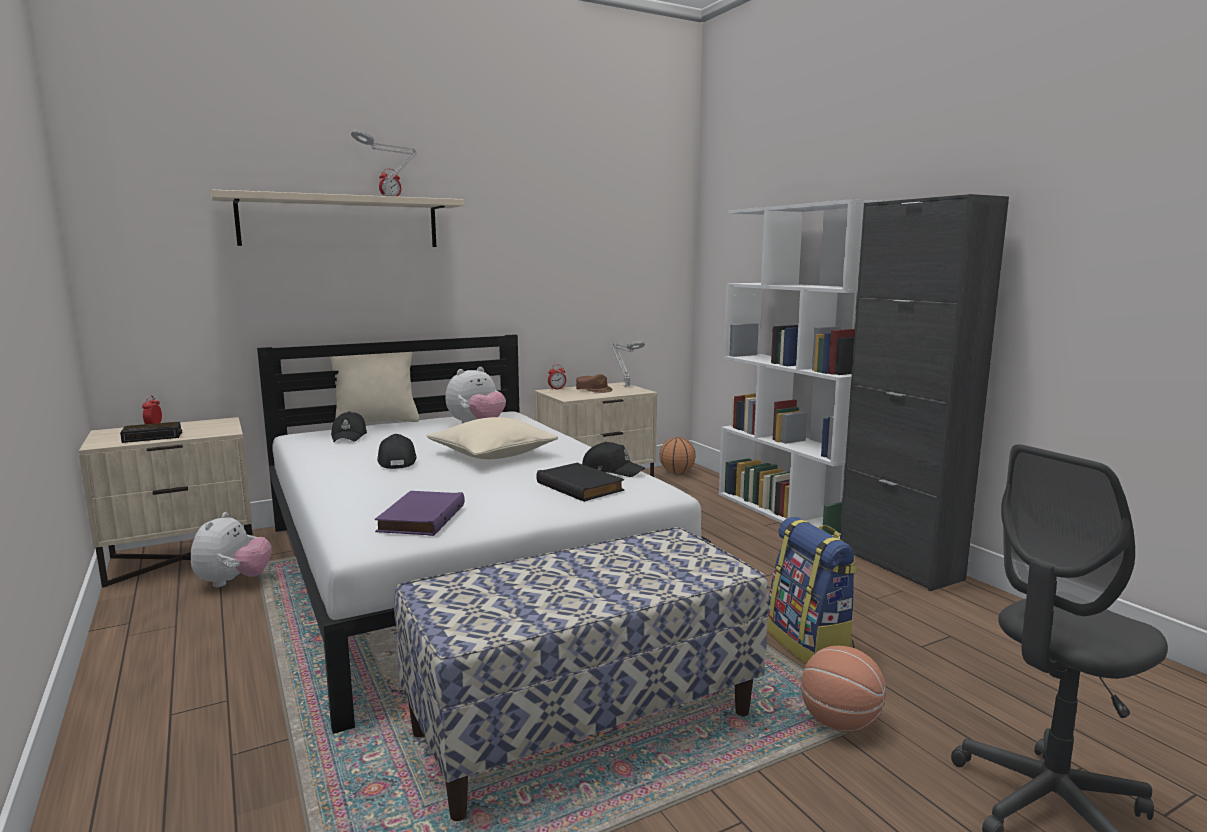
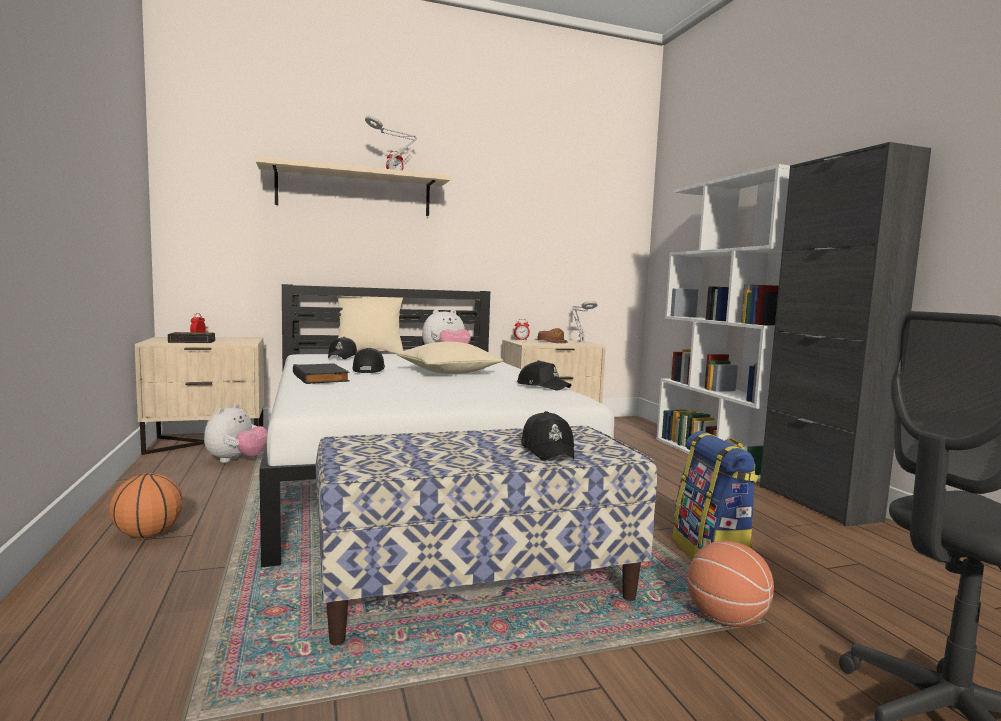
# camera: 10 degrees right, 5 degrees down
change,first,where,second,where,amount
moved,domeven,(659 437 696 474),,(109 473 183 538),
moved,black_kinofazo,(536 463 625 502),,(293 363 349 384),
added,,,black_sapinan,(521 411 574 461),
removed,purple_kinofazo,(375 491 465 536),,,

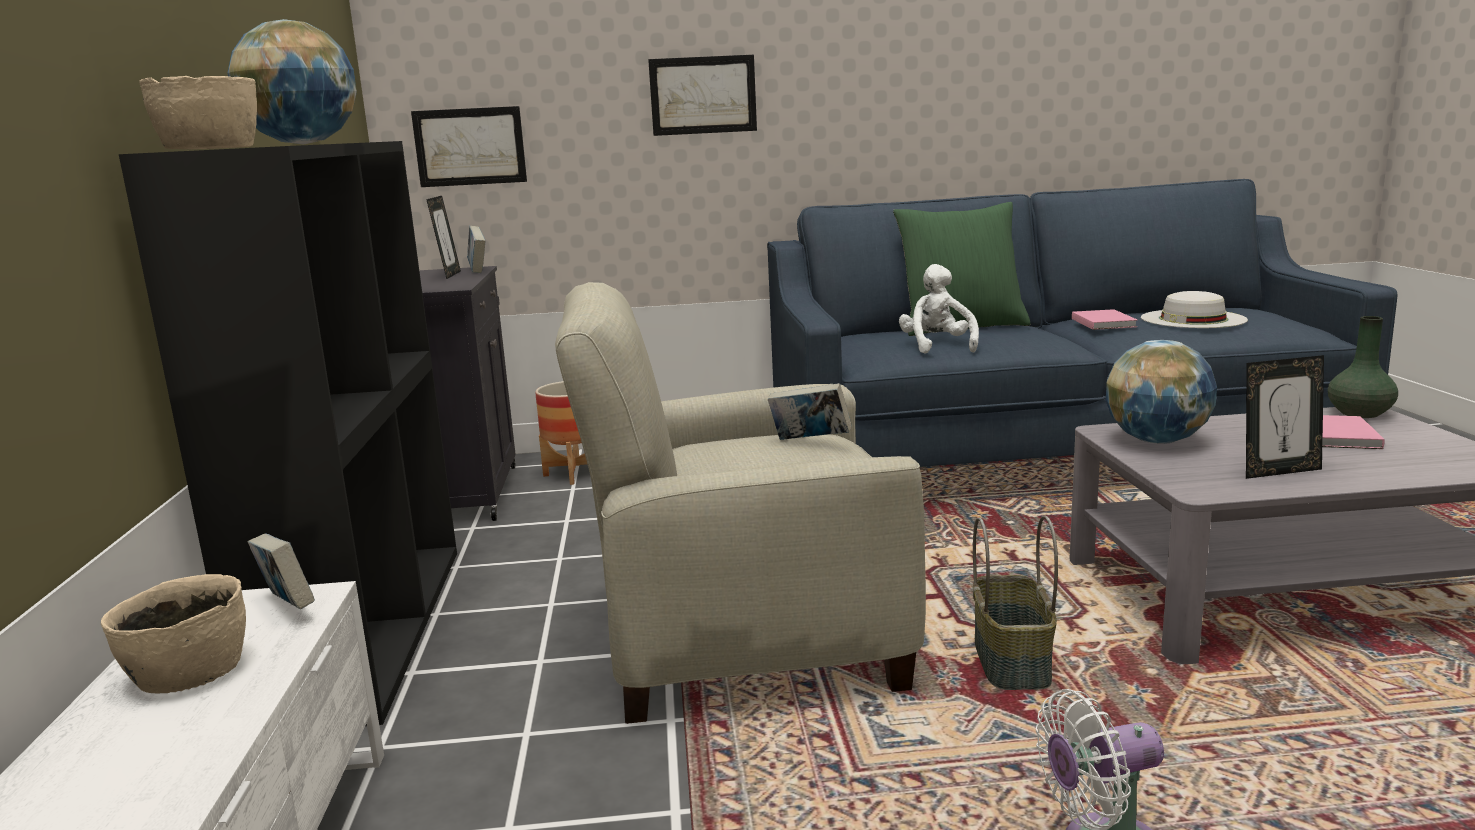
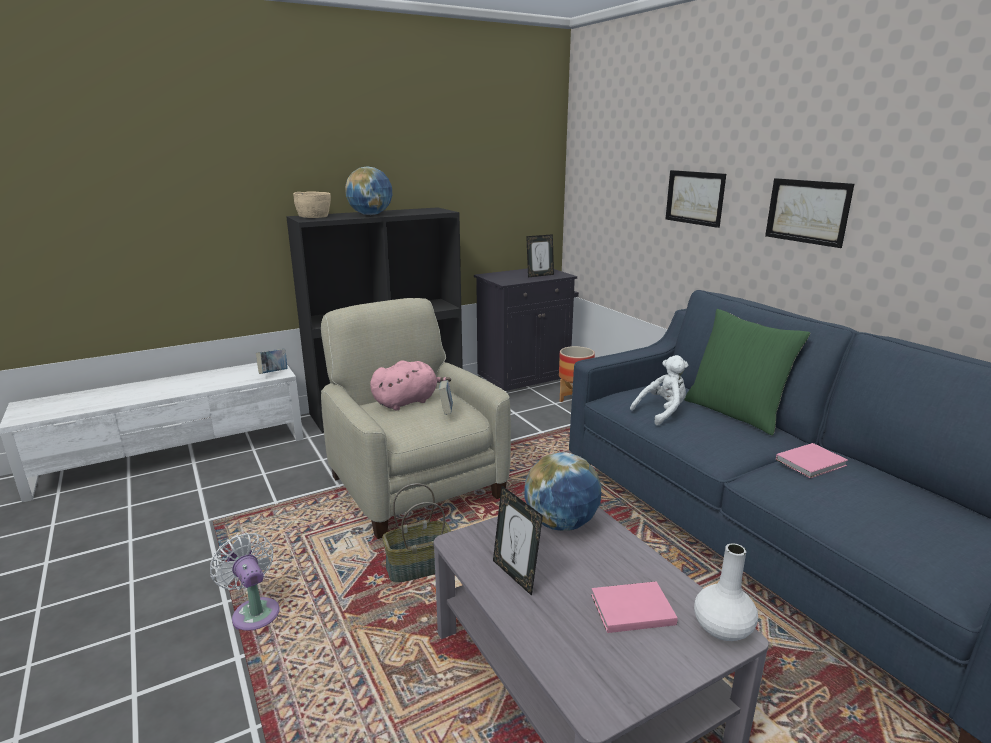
# camera: 65 degrees right, 5 degrees up
change,first,where,second,where,amount
added,,,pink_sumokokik,(370 360 451 411),
recoloured,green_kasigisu,(1328 316 1398 418),white_kasigisu,(694 543 758 641),
moved,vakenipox,(411 106 527 187),,(765 178 854 248),
removed,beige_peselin,(101 574 246 693),,,
removed,kinofazo,(467 226 486 273),,,
removed,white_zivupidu,(1141 291 1248 328),,,

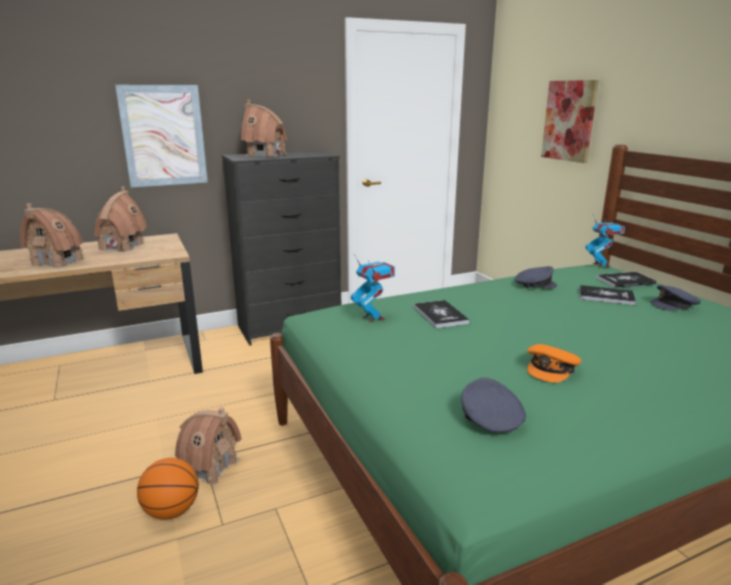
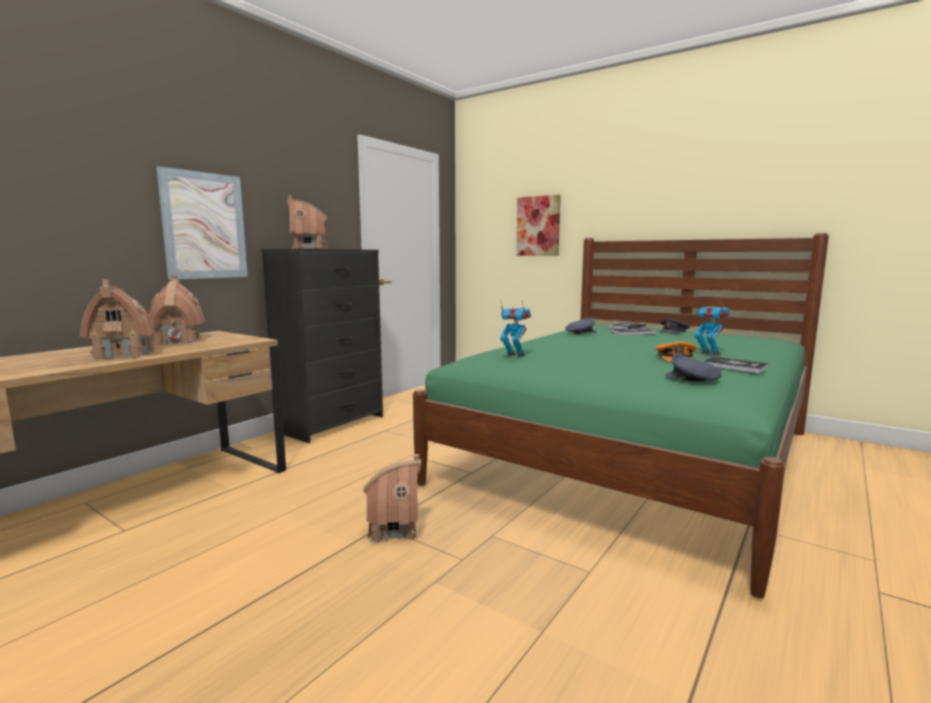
# camera: 30 degrees left, 10 degrees down
change,first,where,second,where,amount
moved,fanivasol,(585 215 625 267),,(694 298 731 356),
moved,kinofazo,(414 300 470 328),,(704 357 769 373),
removed,domeven,(137 458 199 519),,,

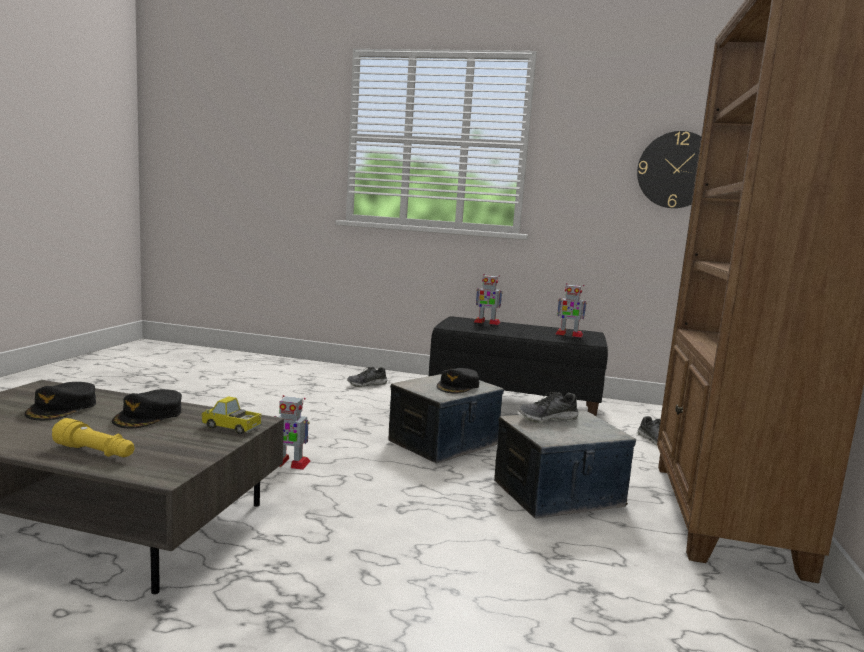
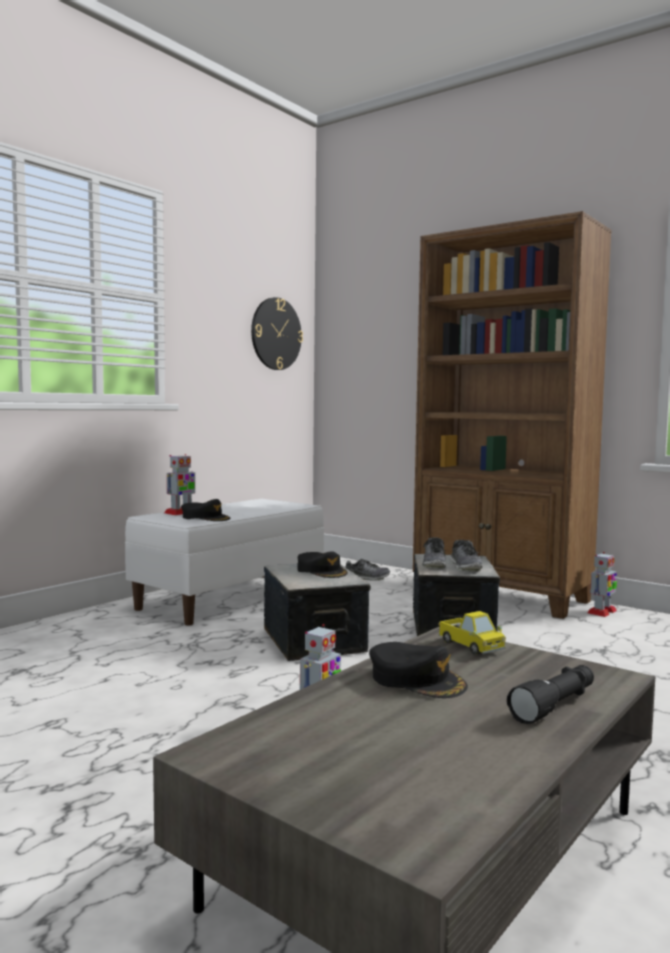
# camera: 65 degrees left, 5 degrees down
change,first,where,second,where,amount
recoloured,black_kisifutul,(429 316 608 416),white_kisifutul,(125 499 324 625),
moved,black_sapinan,(24 382 96 420),,(181 499 230 521),
turned,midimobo,(201 396 262 434),,(438 611 506 655),75 degrees counterclockwise
moved,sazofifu,(347 367 387 387),,(450 540 483 572),
recoloured,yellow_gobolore,(52 418 135 457),black_gobolore,(507 665 594 724),
moved,fanivasol,(556 283 587 338),,(587 552 617 617),

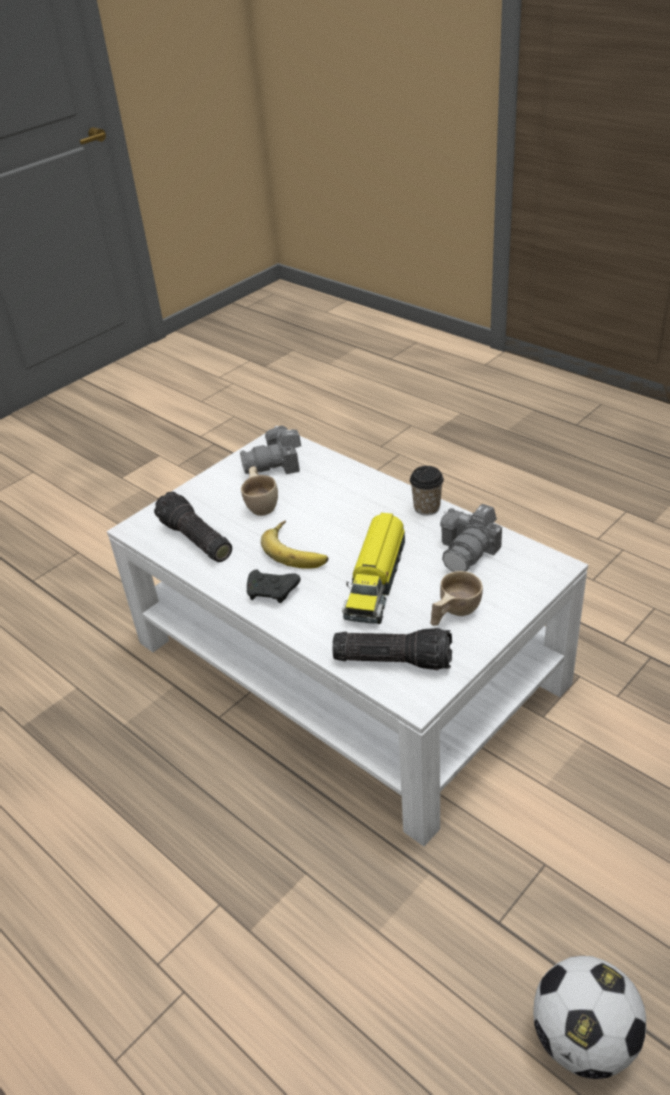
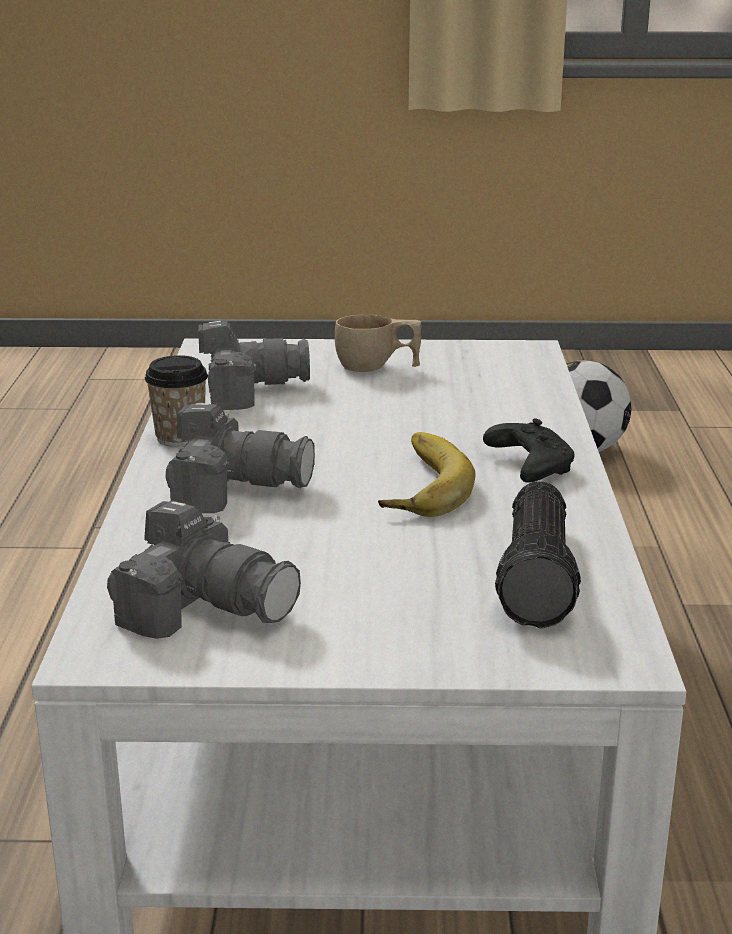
# camera: 135 degrees left, 15 degrees down
change,first,where,second,where,amount
added,,,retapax,(165 403 315 513),
removed,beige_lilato,(241 466 278 516),,,
removed,gobolore,(332 628 452 670),,,
removed,midimobo,(342 512 405 624),,,

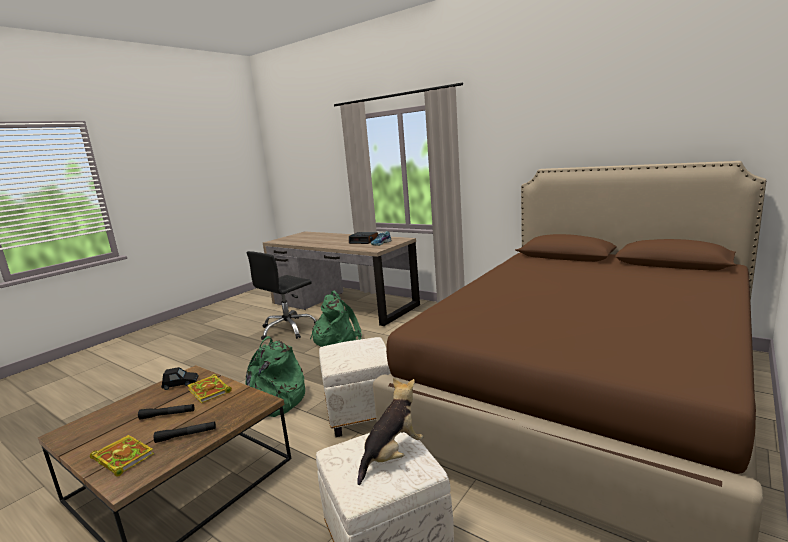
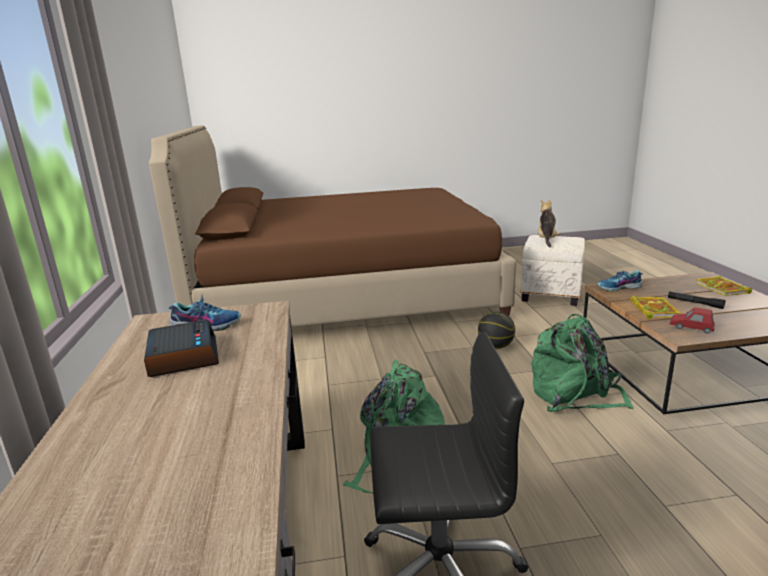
# camera: 135 degrees left, 5 degrees up
change,first,where,second,where,amount
replaced,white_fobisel,(319 337 391 437),domeven,(478 312 515 349),
turned,sumokokik,(357 378 423 485),,(538 200 561 247),105 degrees clockwise
added,,,sazofifu,(598 270 643 291),
recoloured,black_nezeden,(161 367 199 390),red_nezeden,(670 307 715 334),
removed,black_gobolore,(154 421 216 443),,,

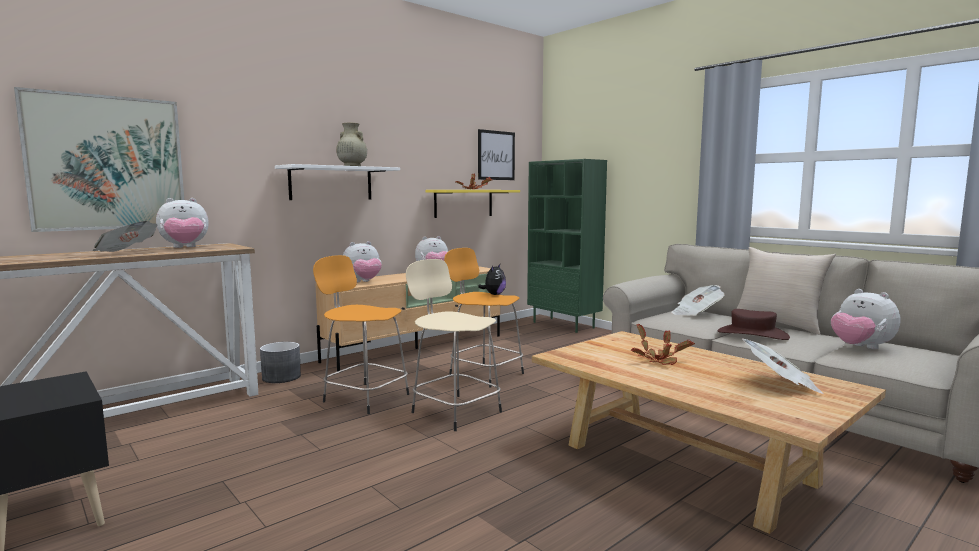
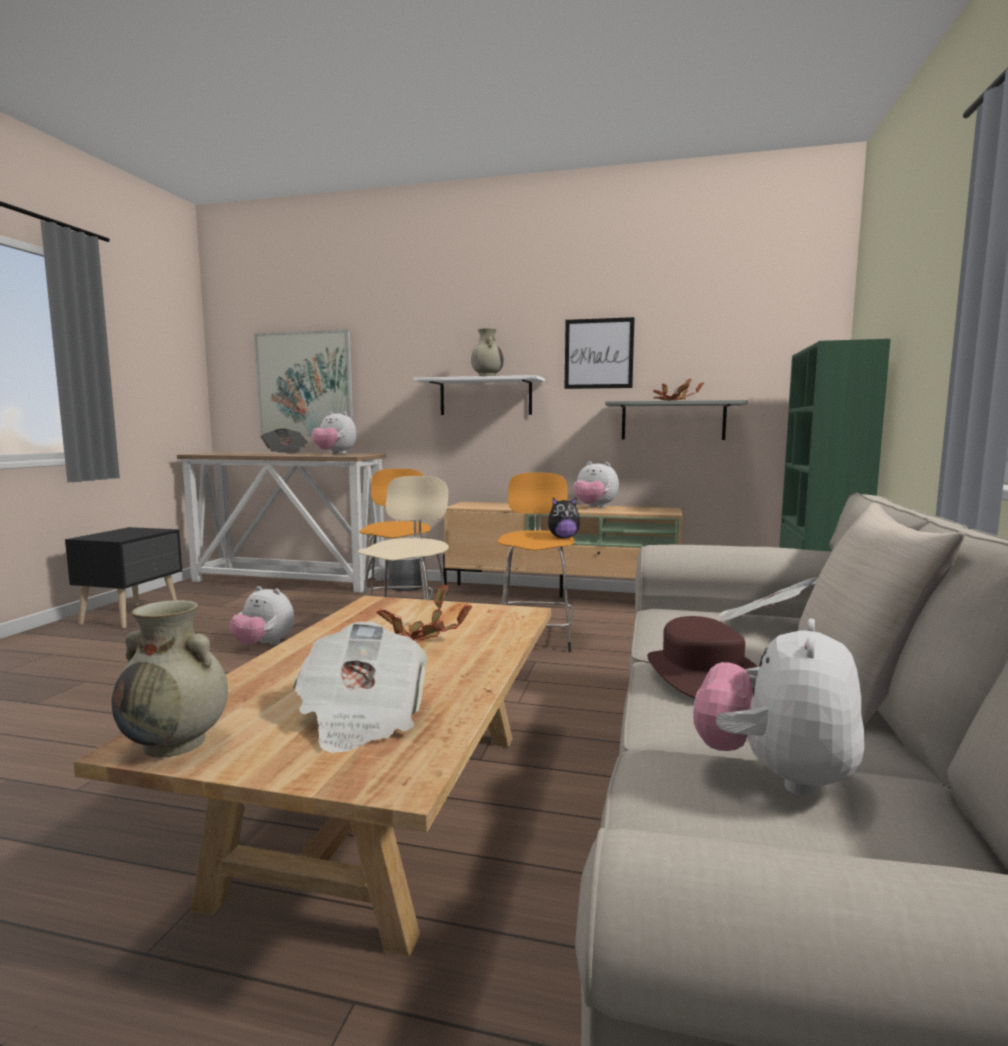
# camera: 55 degrees right, 0 degrees up
change,first,where,second,where,amount
added,,,beige_kasigisu,(112 600 228 757),
moved,sumokokik,(343 241 382 282),,(230 586 294 645),
moved,vakenipox,(478 129 515 180),,(564 317 635 389),
recoloured,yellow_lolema,(425 190 520 218),grey_lolema,(605 400 748 440),

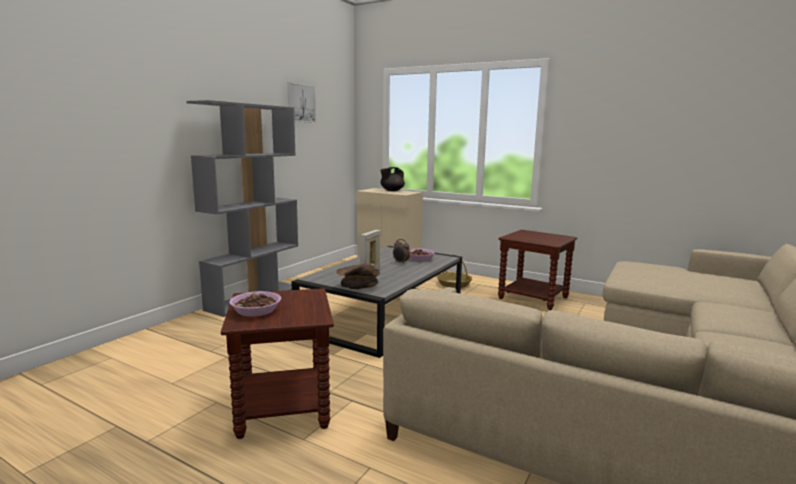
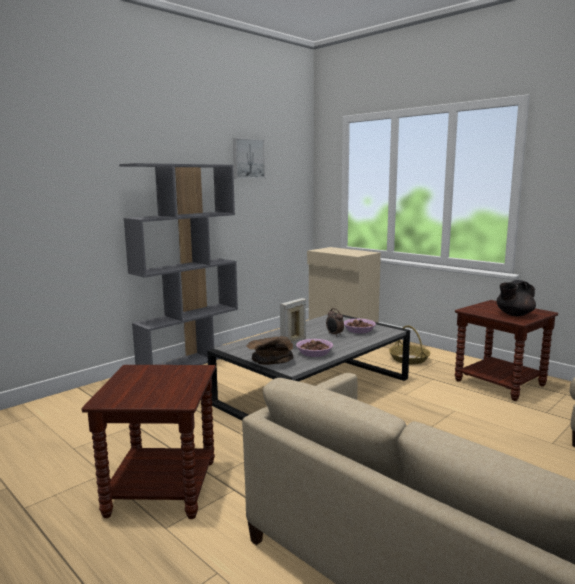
# camera: 15 degrees right, 0 degrees up
change,first,where,second,where,amount
moved,peselin,(229 291 281 317),,(296 339 333 357),
moved,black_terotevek,(380 167 405 191),,(496 280 536 316),

